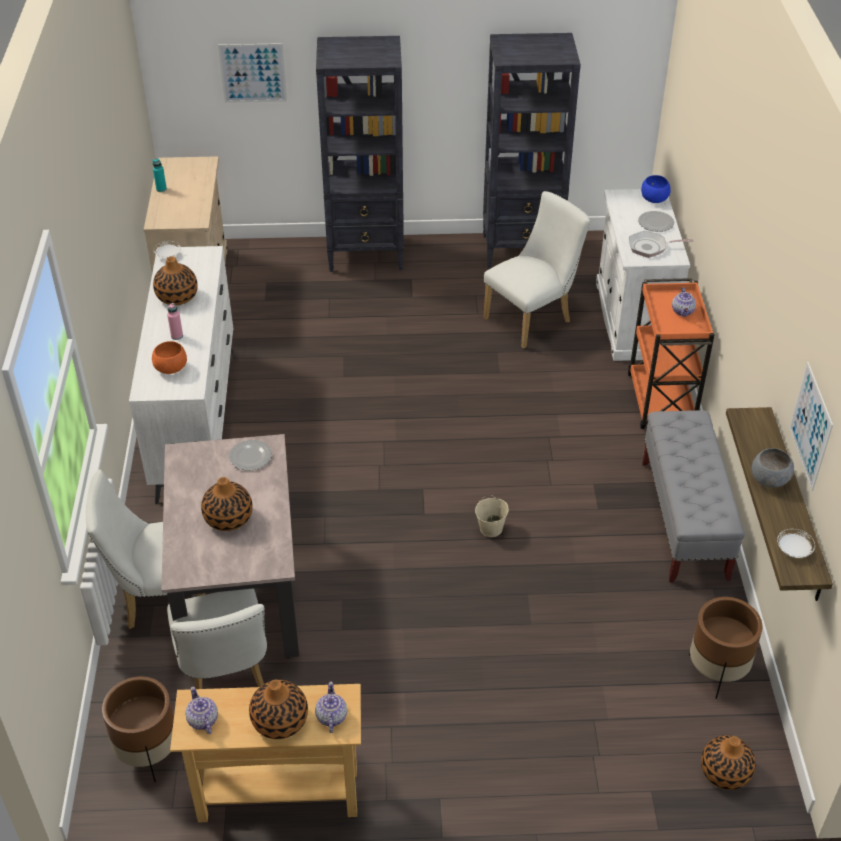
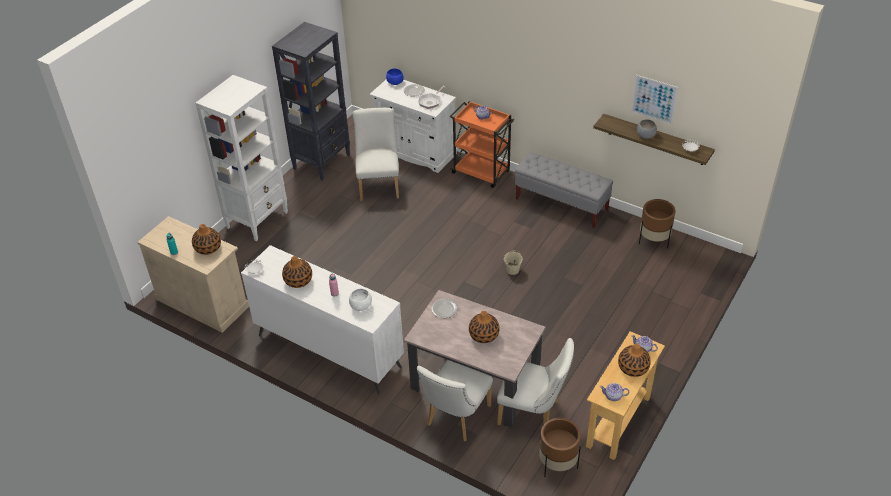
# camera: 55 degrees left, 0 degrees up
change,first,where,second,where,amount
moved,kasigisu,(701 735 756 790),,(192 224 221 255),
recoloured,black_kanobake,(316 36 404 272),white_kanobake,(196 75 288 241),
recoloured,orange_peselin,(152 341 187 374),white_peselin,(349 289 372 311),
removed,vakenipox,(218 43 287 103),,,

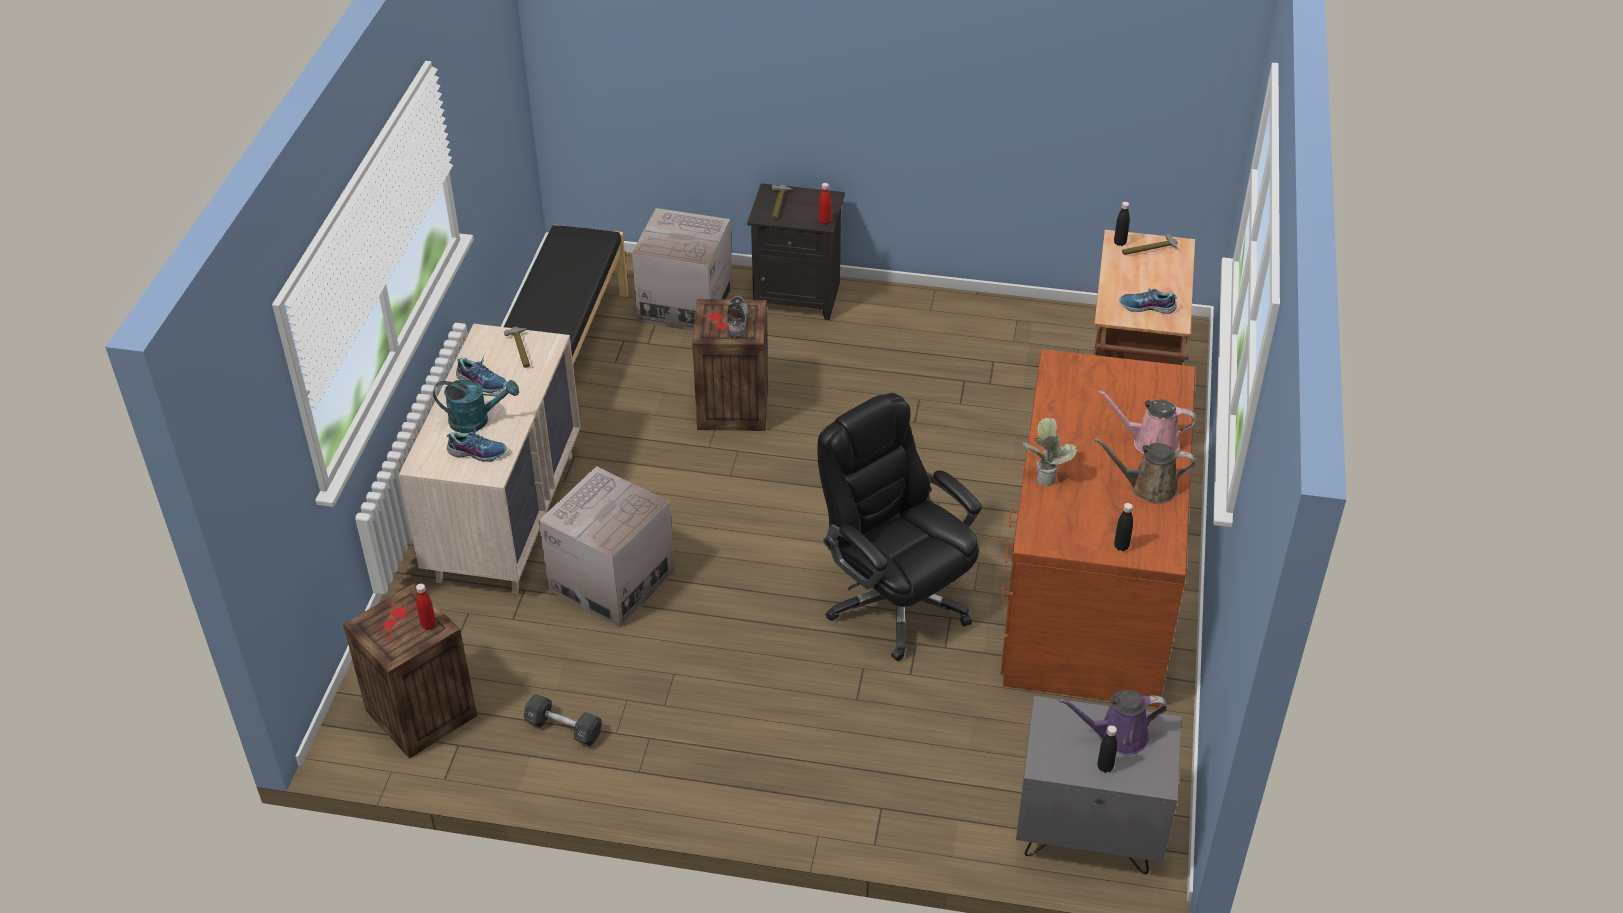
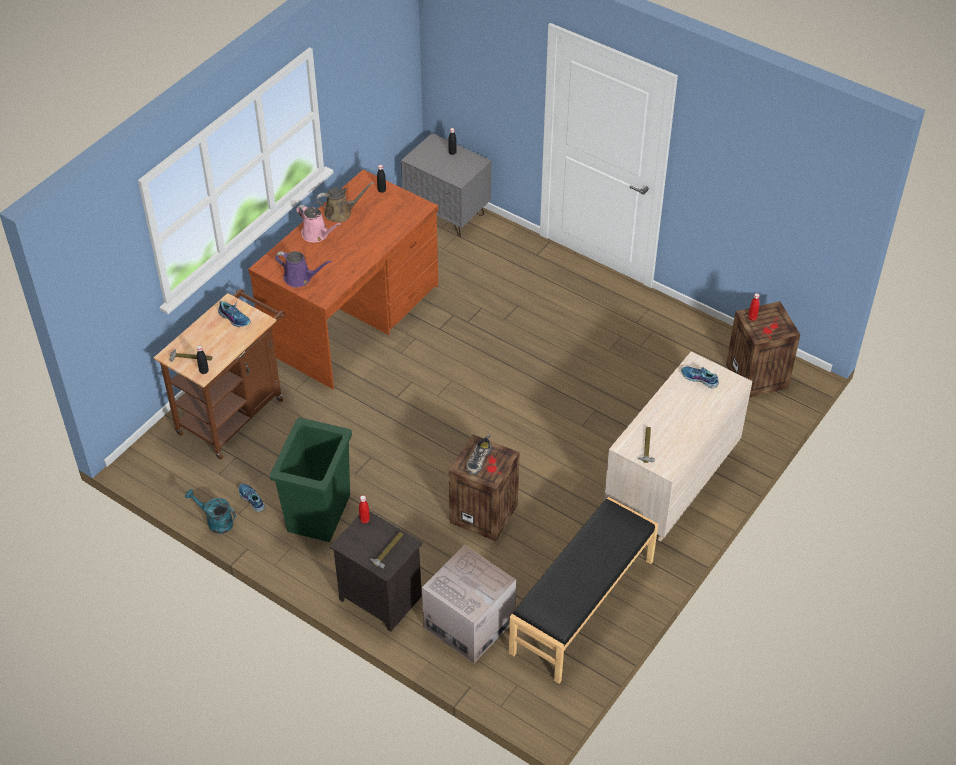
# camera: 155 degrees left, 5 degrees up
change,first,where,second,where,amount
moved,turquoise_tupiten,(433 379 519 433),,(185 489 236 534),
moved,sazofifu,(456 356 507 393),,(239 484 265 512),
added,,,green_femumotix,(270 418 352 542),
moved,purple_tupiten,(1059 690 1167 755),,(275 251 332 287),
turned,brown_tupiten,(1094 438 1195 504),,(316 182 374 222),45 degrees counterclockwise
removed,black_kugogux,(524 694 602 746),,,
removed,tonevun,(539 466 675 628),,,
removed,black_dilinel,(818 393 982 661),,,
removed,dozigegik,(1023 418 1078 486),,,

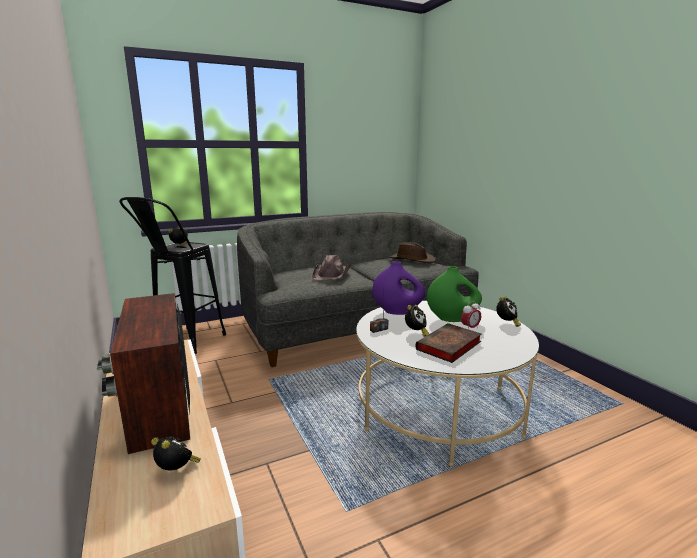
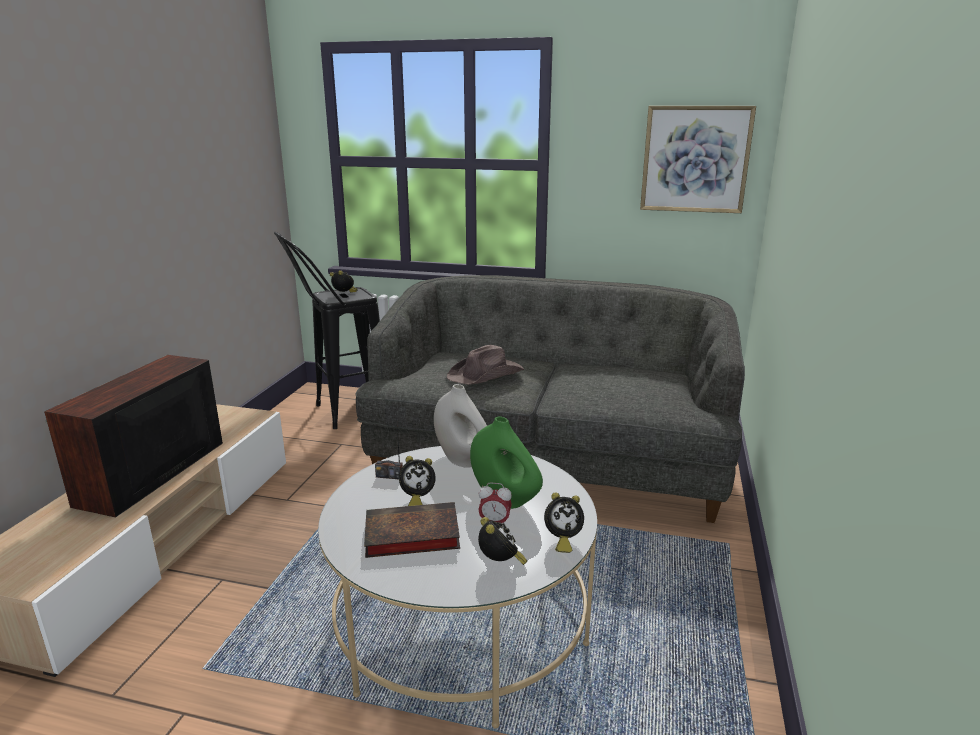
# camera: 40 degrees right, 5 degrees up
change,first,where,second,where,amount
recoloured,purple_kasigisu,(372 261 425 315),white_kasigisu,(434 384 487 468),
moved,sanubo,(151 436 201 471),,(478 517 527 565),
added,,,vakenipox,(640 106 756 213),
removed,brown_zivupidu,(389 242 436 263),,,

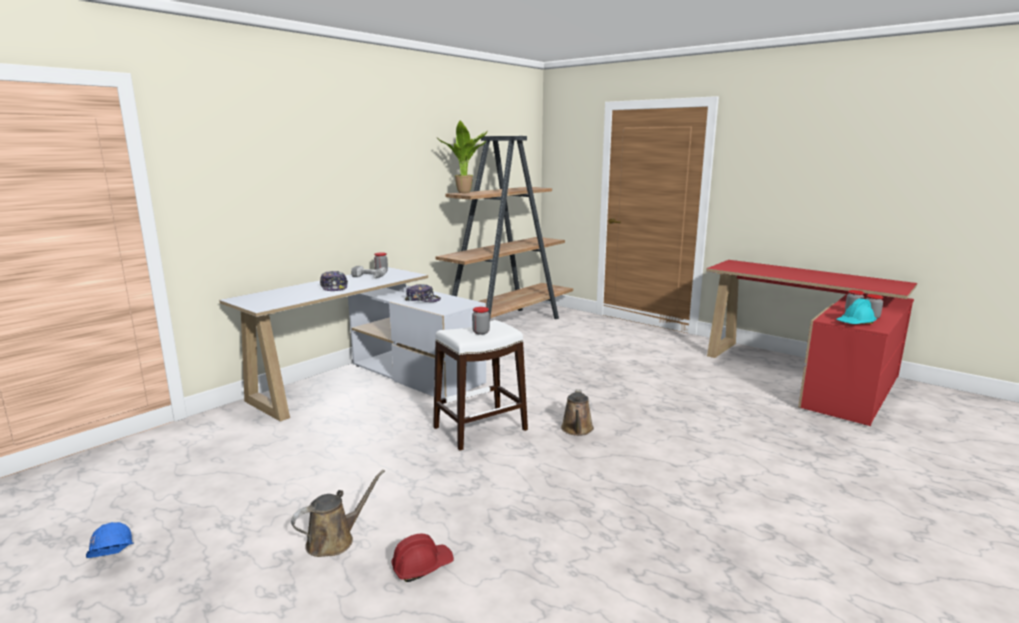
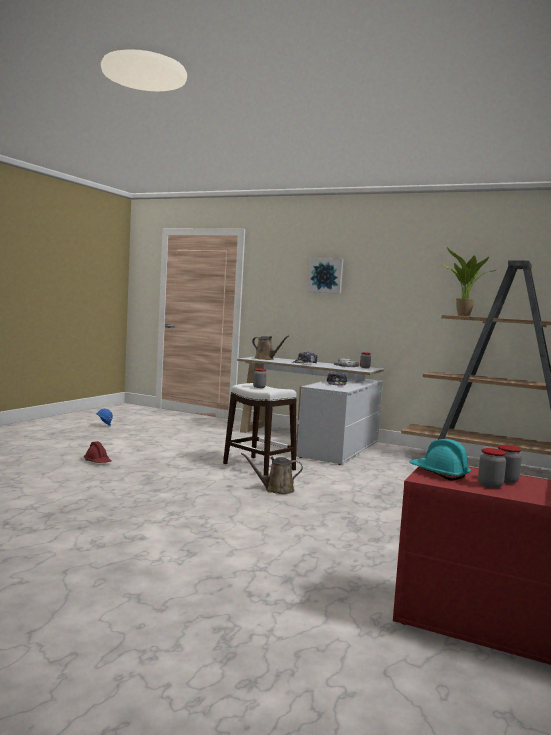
# camera: 75 degrees right, 10 degrees down
change,first,where,second,where,amount
moved,brown_tupiten,(291 470 385 557),,(252 336 289 360),
added,,,vakenipox,(308 258 343 294),

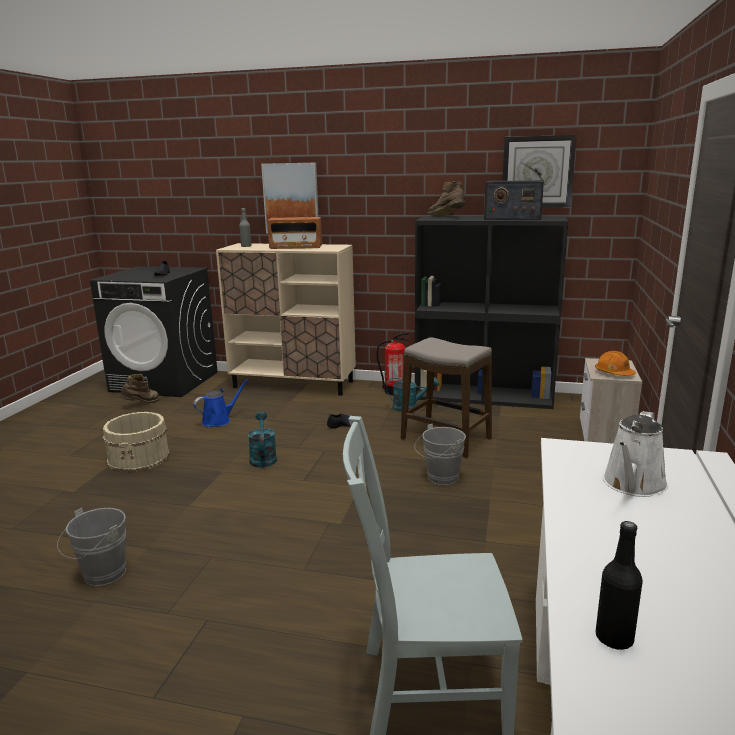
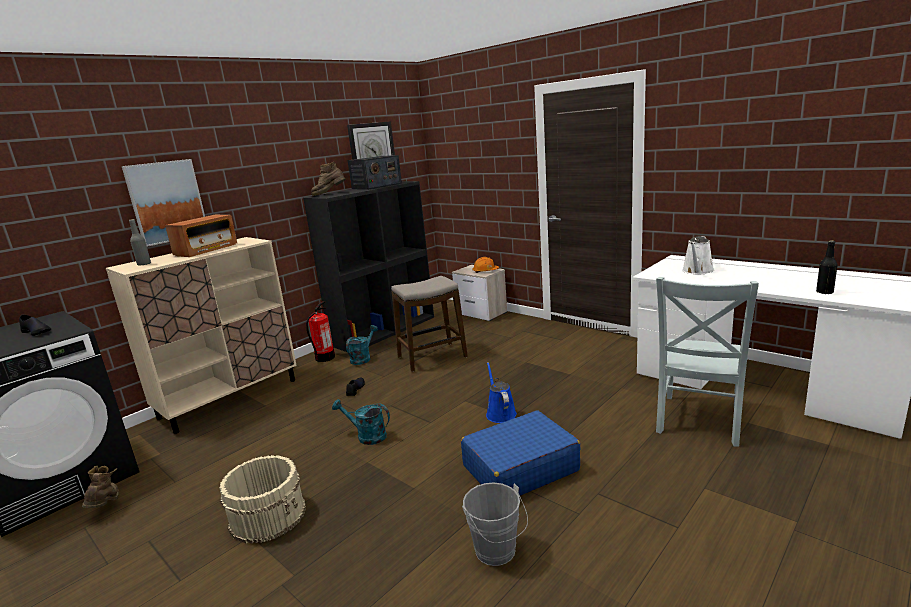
# camera: 60 degrees left, 0 degrees up
change,first,where,second,where,amount
added,,,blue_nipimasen,(461 410 581 496),
moved,blue_tupiten,(193 379 248 427),,(486 362 517 423),
turned,white_tupiten,(602 411 668 497),,(682 236 714 274),60 degrees clockwise
removed,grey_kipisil,(414 424 466 485),,,

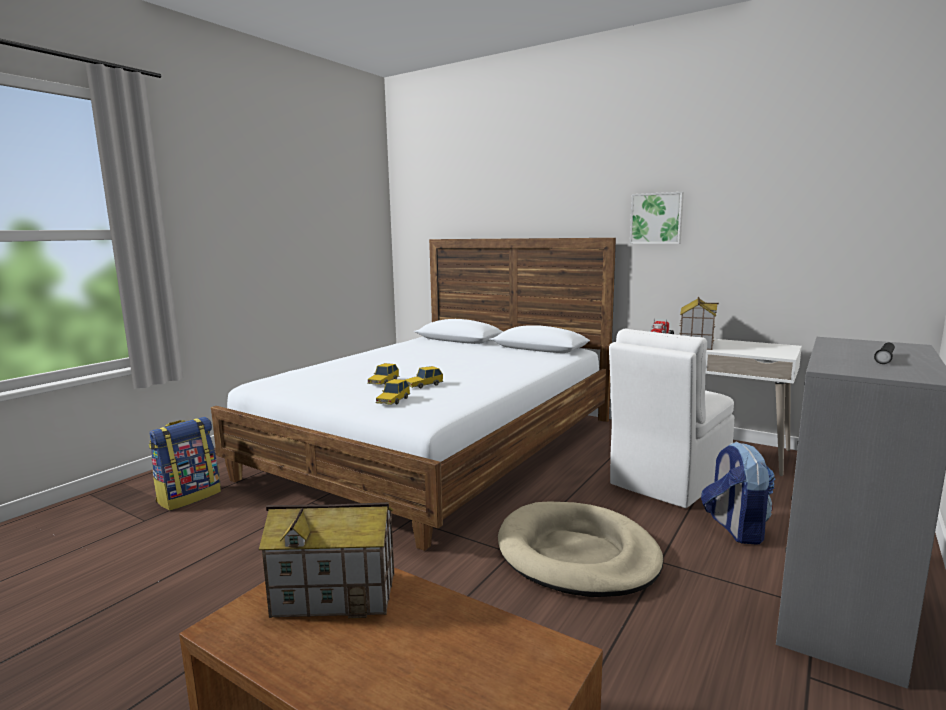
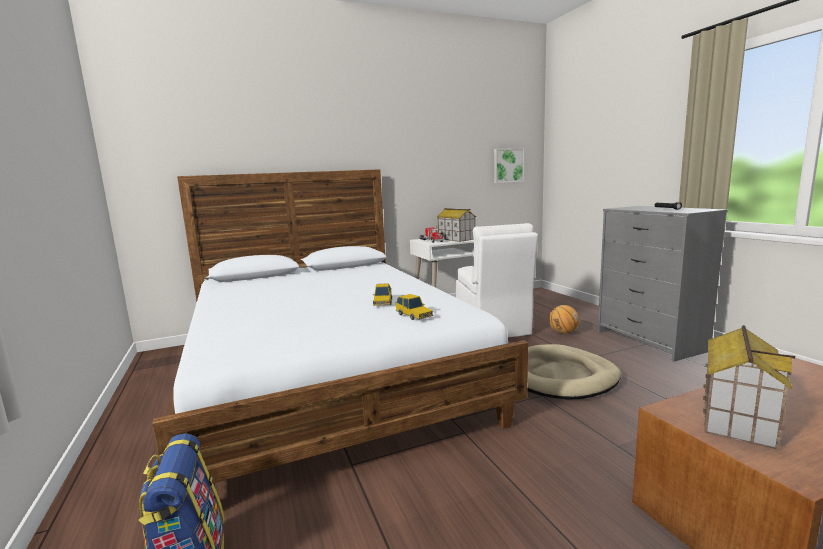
# camera: 55 degrees left, 0 degrees up
change,first,where,second,where,amount
moved,vakenipox,(630 192 684 244),,(494 148 524 183),
replaced,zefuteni,(701 442 775 545),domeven,(549 305 579 334),
removed,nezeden,(367 363 399 385),,,

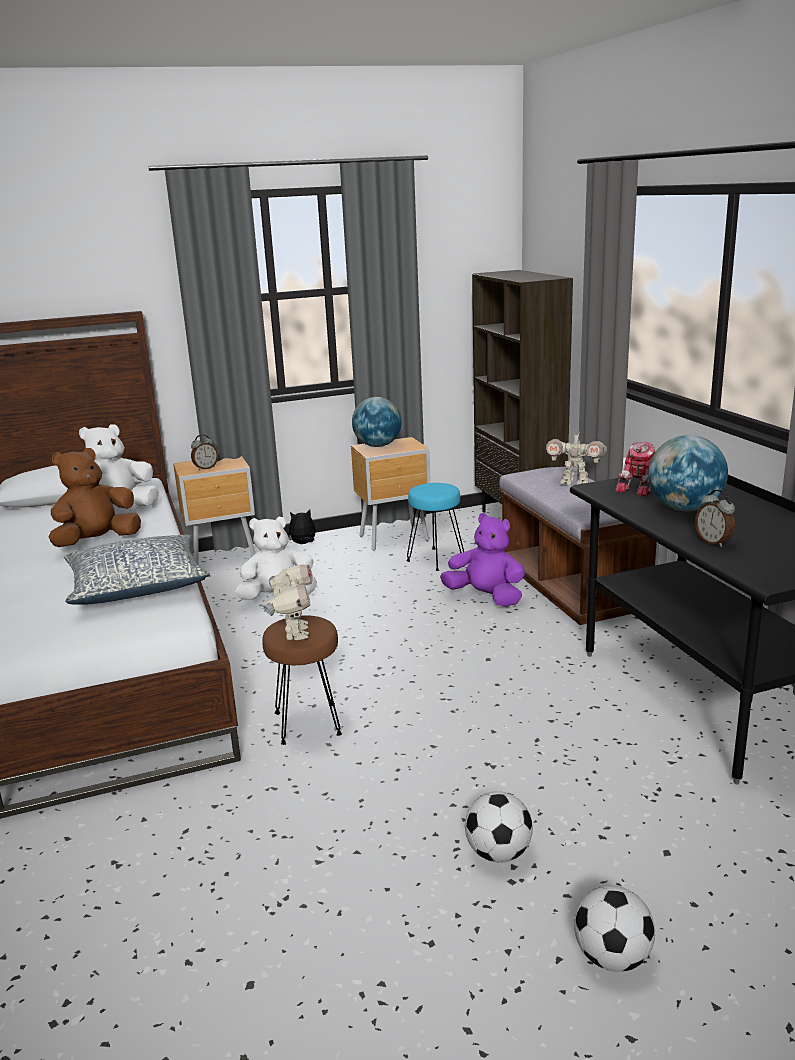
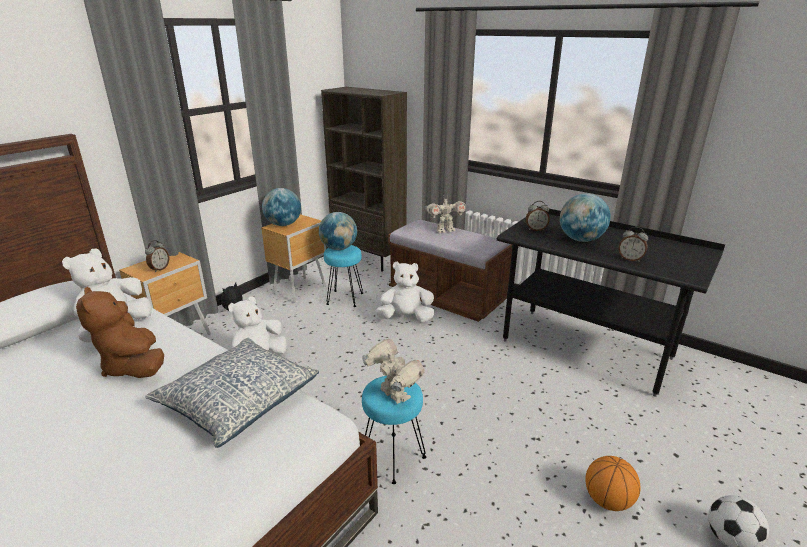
# camera: 35 degrees left, 5 degrees up
change,first,where,second,where,amount
turned,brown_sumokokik,(49 448 141 547),,(76 287 164 378),45 degrees counterclockwise
added,,,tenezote,(319 212 357 250),
recoloured,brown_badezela,(262 615 342 745),turquoise_badezela,(362 376 426 484),
recoloured,purple_sumokokik,(440 513 525 607),white_sumokokik,(375 262 434 322),
replaced,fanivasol,(615 442 655 496),sanubo,(526 201 550 231),
replaced,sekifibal,(465 791 533 863),domeven,(585 456 640 511),

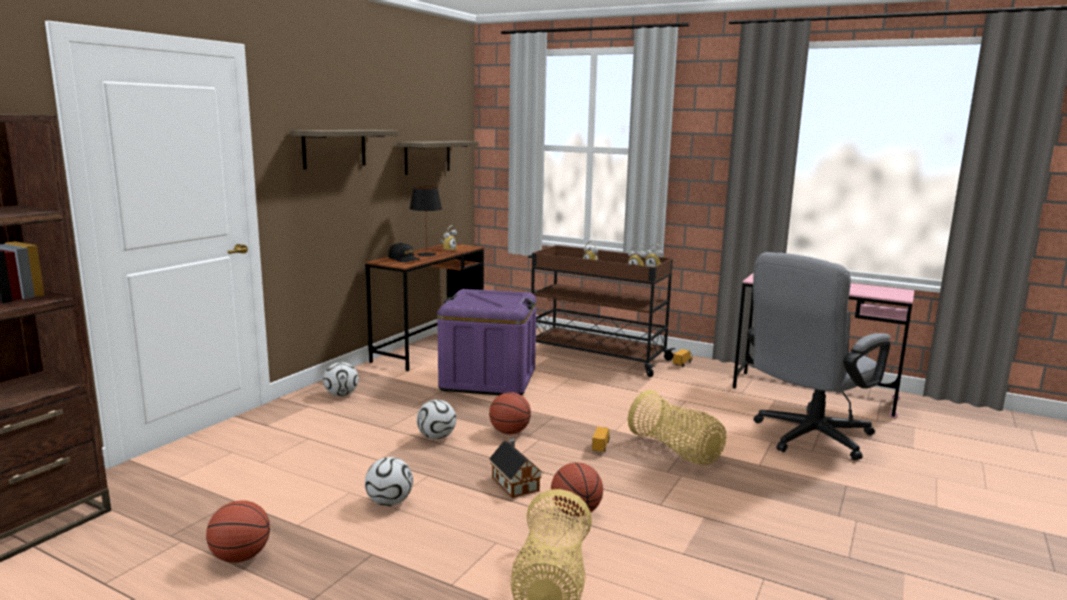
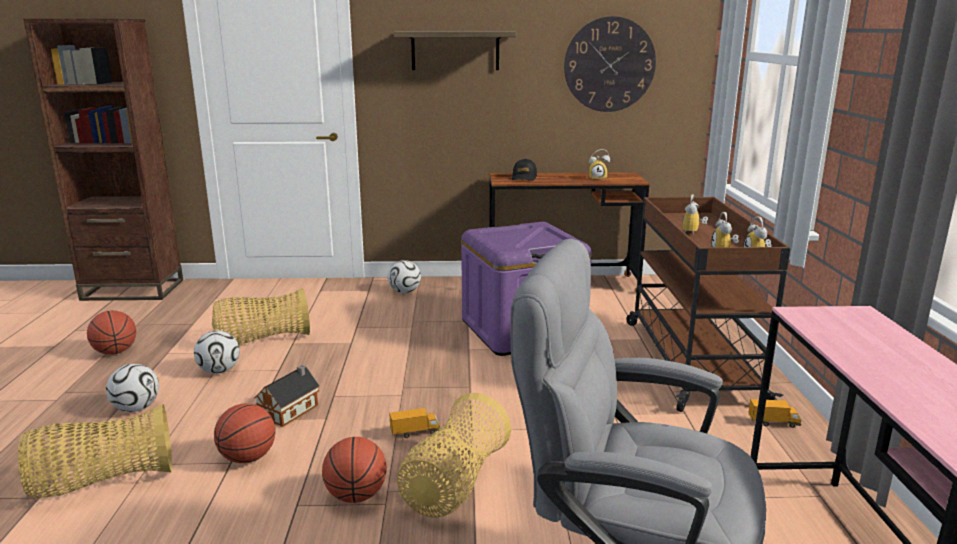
# camera: 60 degrees right, 5 degrees up
change,first,where,second,where,amount
moved,sekifibal,(417 400 456 439),,(106 364 159 412),
added,,,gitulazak,(212 288 310 345),
moved,domeven,(489 392 531 434),,(322 437 387 503),
replaced,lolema,(397 141 479 175),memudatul,(564 16 656 112),
removed,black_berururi,(410 187 442 256),,,

